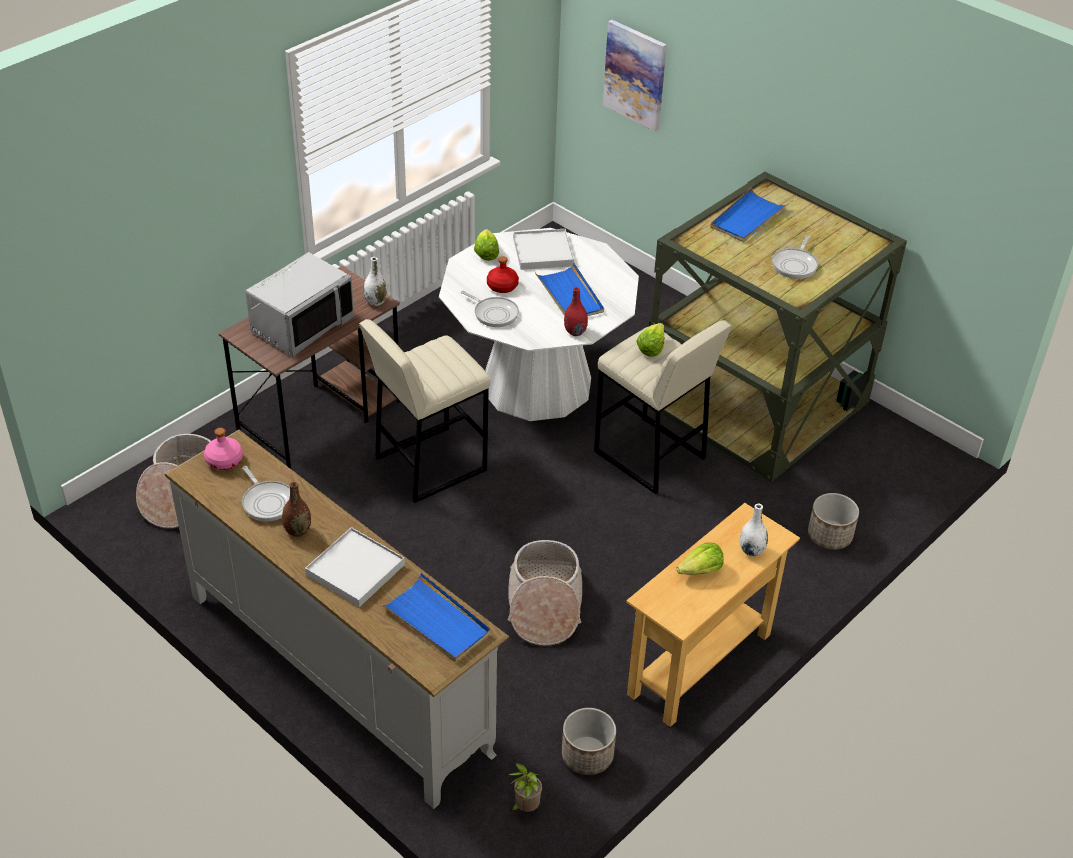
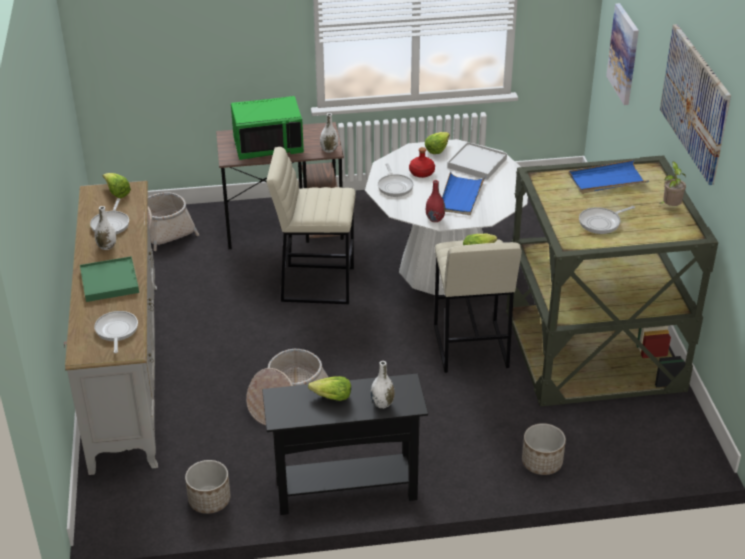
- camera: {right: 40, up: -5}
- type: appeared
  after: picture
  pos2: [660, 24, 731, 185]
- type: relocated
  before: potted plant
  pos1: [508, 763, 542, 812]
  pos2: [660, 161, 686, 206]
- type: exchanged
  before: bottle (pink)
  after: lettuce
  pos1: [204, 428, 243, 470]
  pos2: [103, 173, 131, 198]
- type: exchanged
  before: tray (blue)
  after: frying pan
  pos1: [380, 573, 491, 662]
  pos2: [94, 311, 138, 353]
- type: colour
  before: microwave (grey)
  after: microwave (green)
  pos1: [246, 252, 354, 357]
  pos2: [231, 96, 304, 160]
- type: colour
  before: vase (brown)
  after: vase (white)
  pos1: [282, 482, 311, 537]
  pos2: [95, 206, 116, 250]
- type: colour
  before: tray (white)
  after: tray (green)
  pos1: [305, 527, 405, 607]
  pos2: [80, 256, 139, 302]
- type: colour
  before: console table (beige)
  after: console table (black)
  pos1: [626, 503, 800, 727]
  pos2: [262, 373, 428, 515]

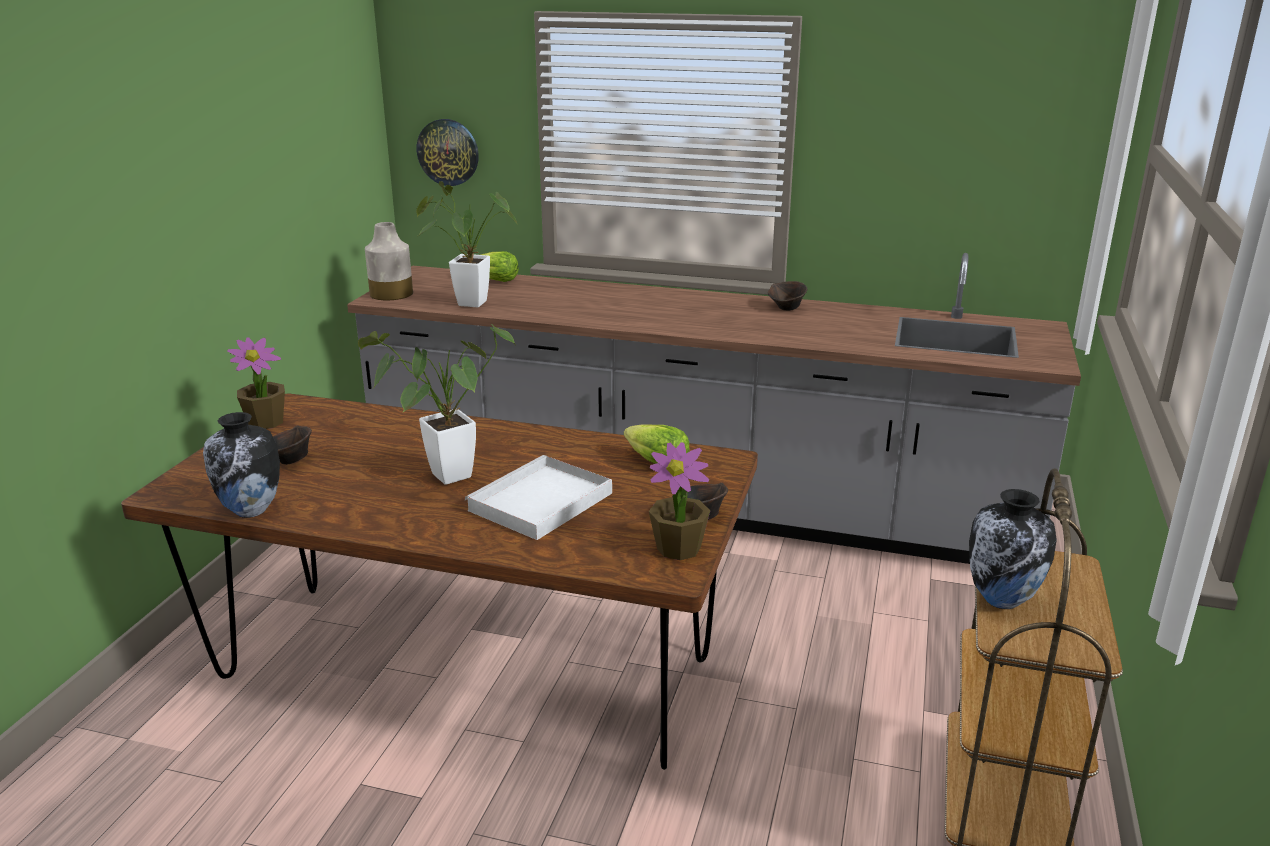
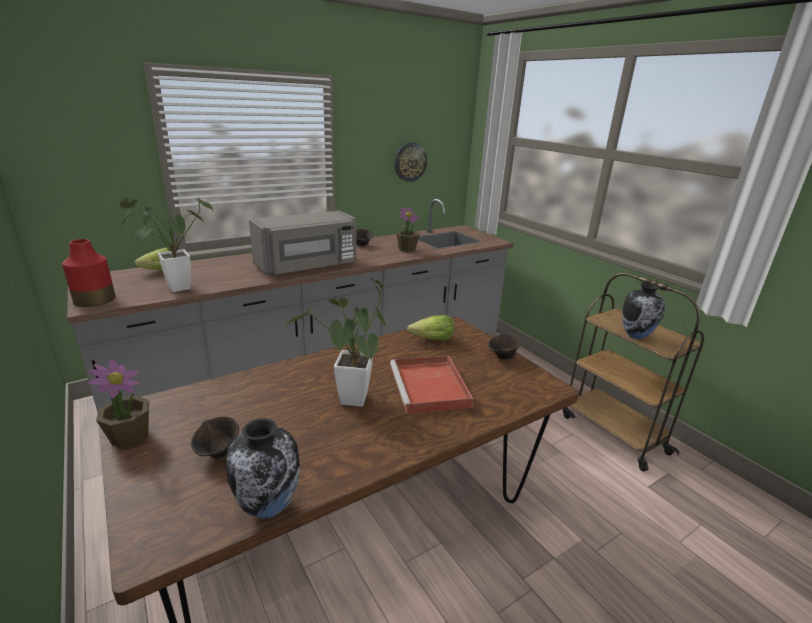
- camera: {right: -50, up: 0}
- type: appeared
  after: microwave (grey)
  pos2: [249, 210, 357, 275]
- type: relocated
  before: wall clock
  pos1: [417, 119, 479, 186]
  pos2: [394, 142, 427, 182]
- type: relocated
  before: potted plant
  pos1: [649, 442, 710, 560]
  pos2: [396, 207, 420, 252]
- type: colour
  before: vase (beige)
  after: vase (red)
  pos1: [365, 222, 413, 300]
  pos2: [62, 239, 116, 307]
- type: colour
  before: tray (white)
  after: tray (red)
  pos1: [465, 455, 612, 540]
  pos2: [390, 356, 474, 414]

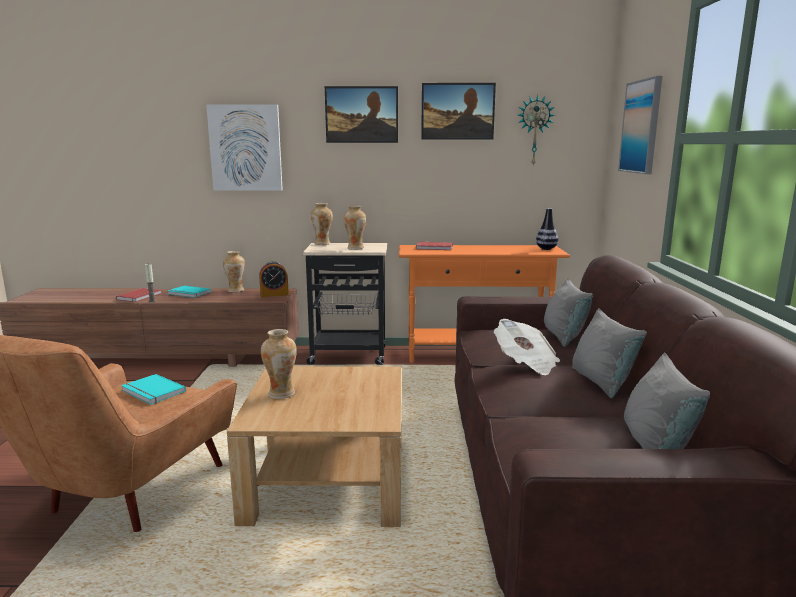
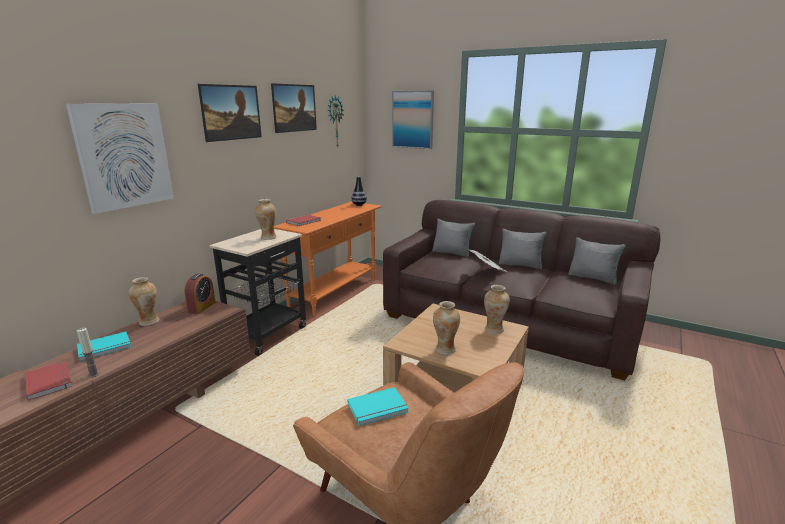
- camera: {right: -60, up: 5}
- type: relocated
  before: vase
  pos1: [311, 203, 333, 245]
  pos2: [484, 285, 510, 334]

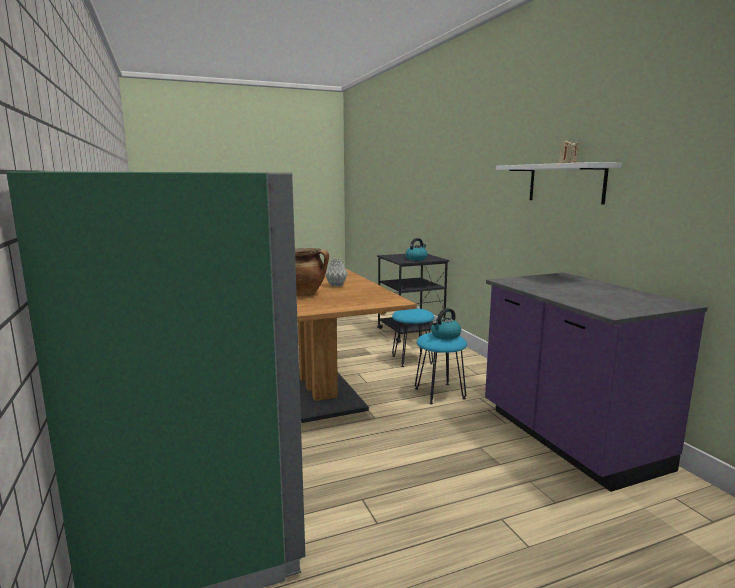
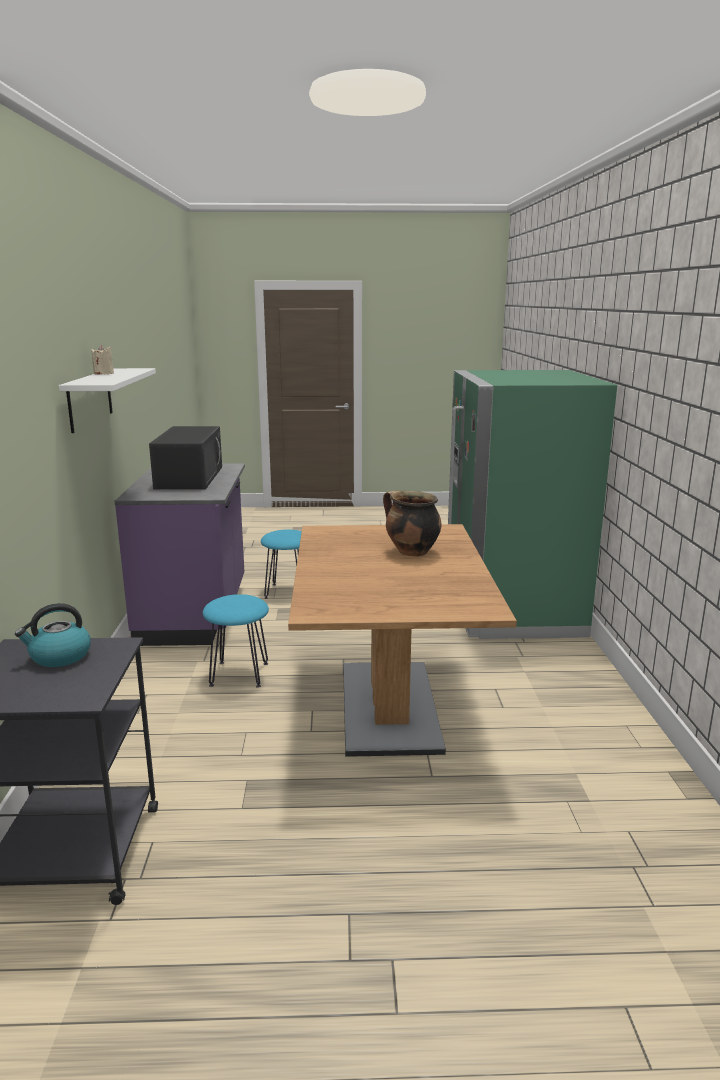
- camera: {right: -160, up: 5}
- type: missing
  before: vase (grey)
  pos1: [325, 259, 348, 287]
- type: missing
  before: kettle
  pos1: [431, 308, 461, 340]
- type: appeared
  after: microwave (black)
  pos2: [149, 426, 222, 490]
- type: relocated
  before: stool (turquoise)
  pos1: [392, 308, 434, 367]
  pos2: [261, 529, 302, 599]

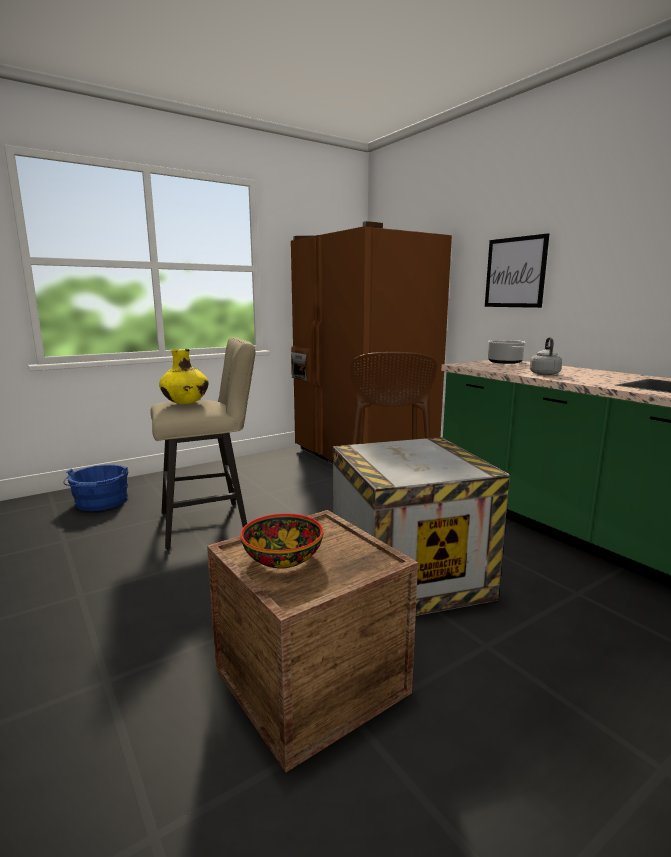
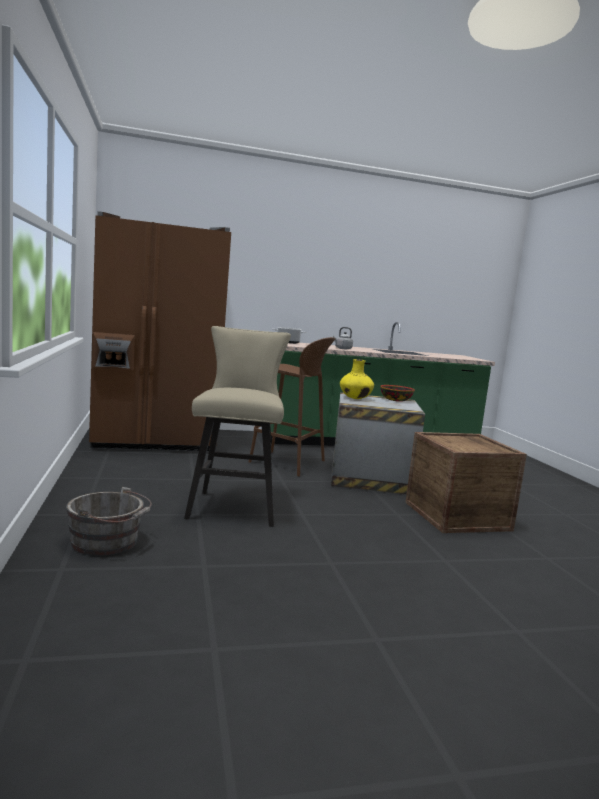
- camera: {right: -70, up: -5}
- type: missing
  before: picture
  pos1: [485, 233, 549, 308]
- type: relocated
  before: vase (yellow)
  pos1: [159, 348, 209, 404]
  pos2: [340, 359, 374, 399]
- type: relocated
  before: bowl
  pos1: [240, 513, 324, 569]
  pos2: [380, 385, 415, 402]
- type: colour
  before: bucket (blue)
  after: bucket (grey)
  pos1: [63, 465, 128, 511]
  pos2: [66, 487, 152, 556]

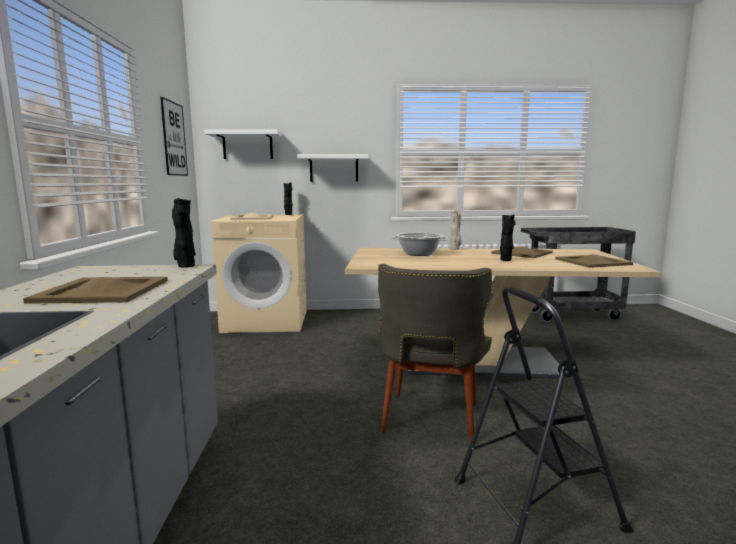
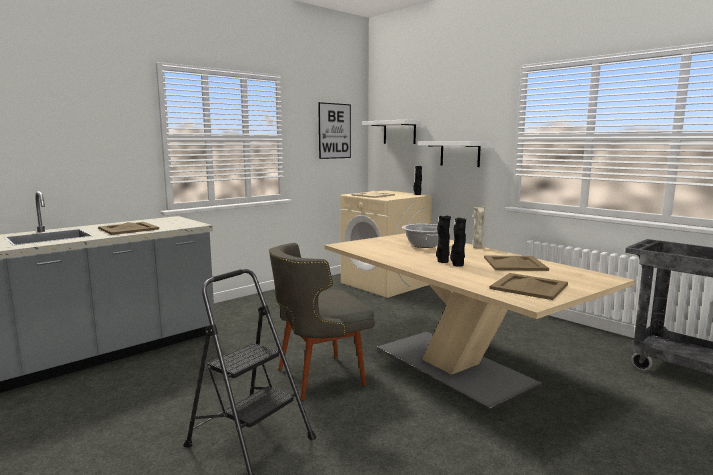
- camera: {right: 50, up: 0}
- type: relocated
  before: vase (black)
  pos1: [172, 198, 196, 268]
  pos2: [436, 216, 451, 263]

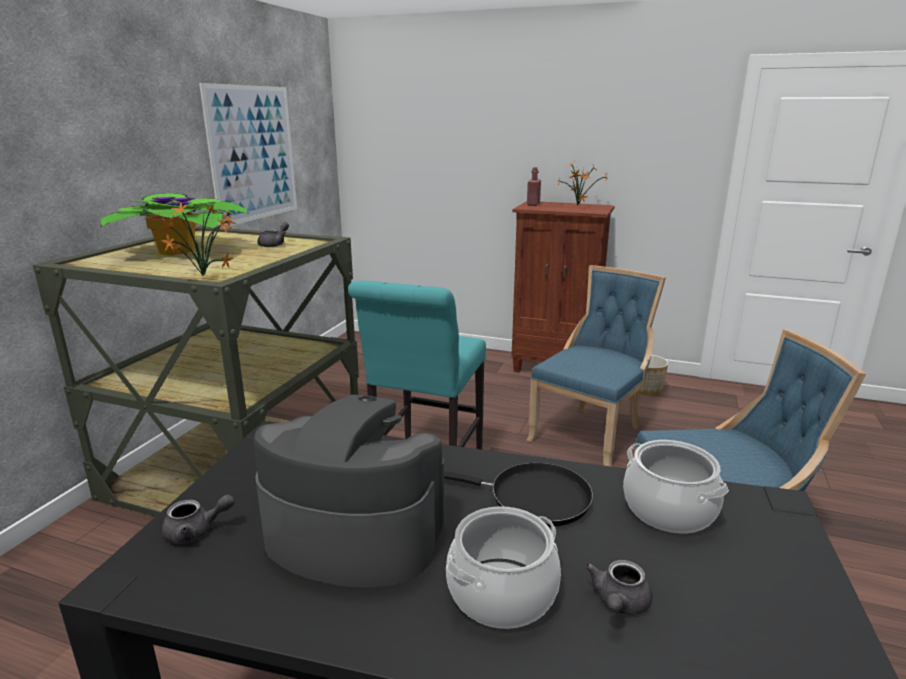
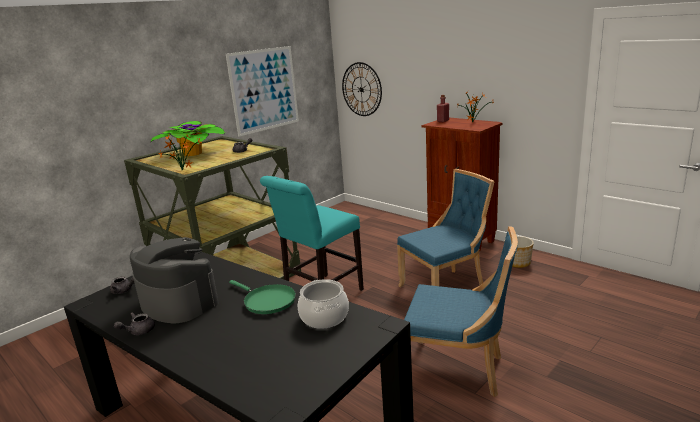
- camera: {right: 25, up: 0}
- type: missing
  before: cooking pot
  pos1: [446, 506, 561, 629]
- type: appeared
  after: wall clock
  pos2: [342, 62, 382, 116]
- type: relocated
  before: teapot (grey)
  pos1: [586, 560, 652, 615]
  pos2: [114, 312, 155, 335]
- type: colour
  before: frying pan (black)
  after: frying pan (green)
  pos1: [444, 463, 593, 527]
  pos2: [229, 280, 296, 314]

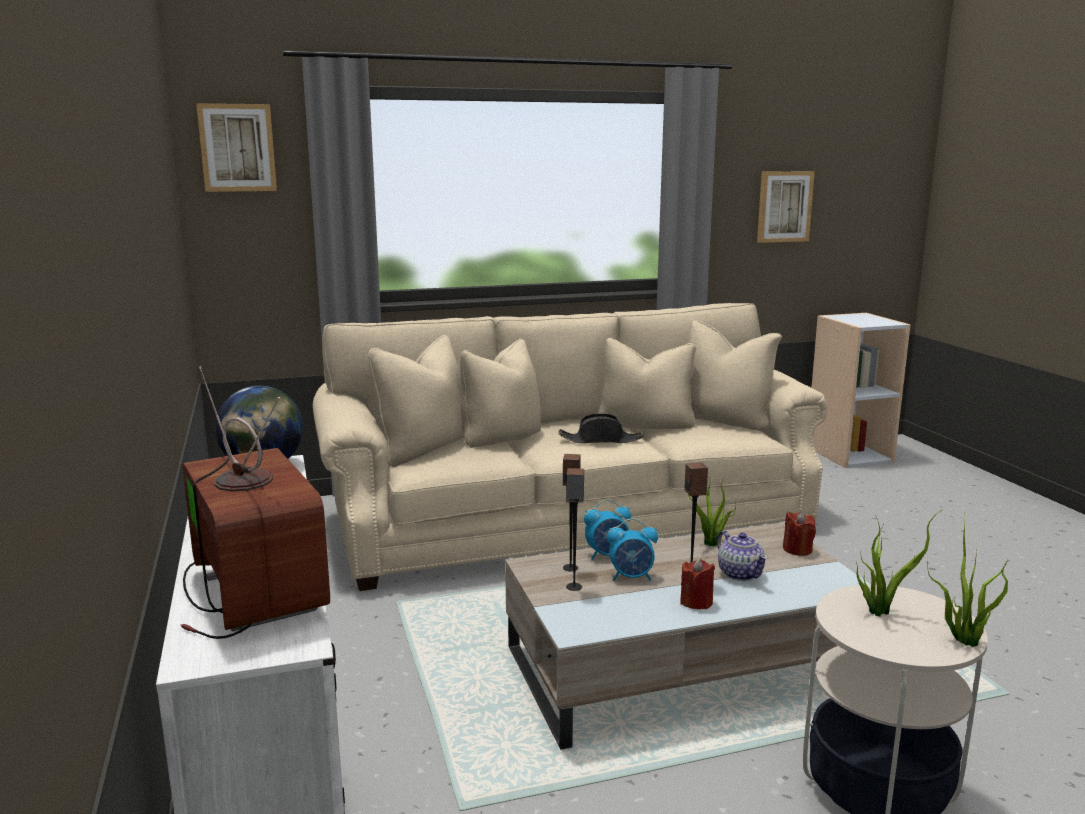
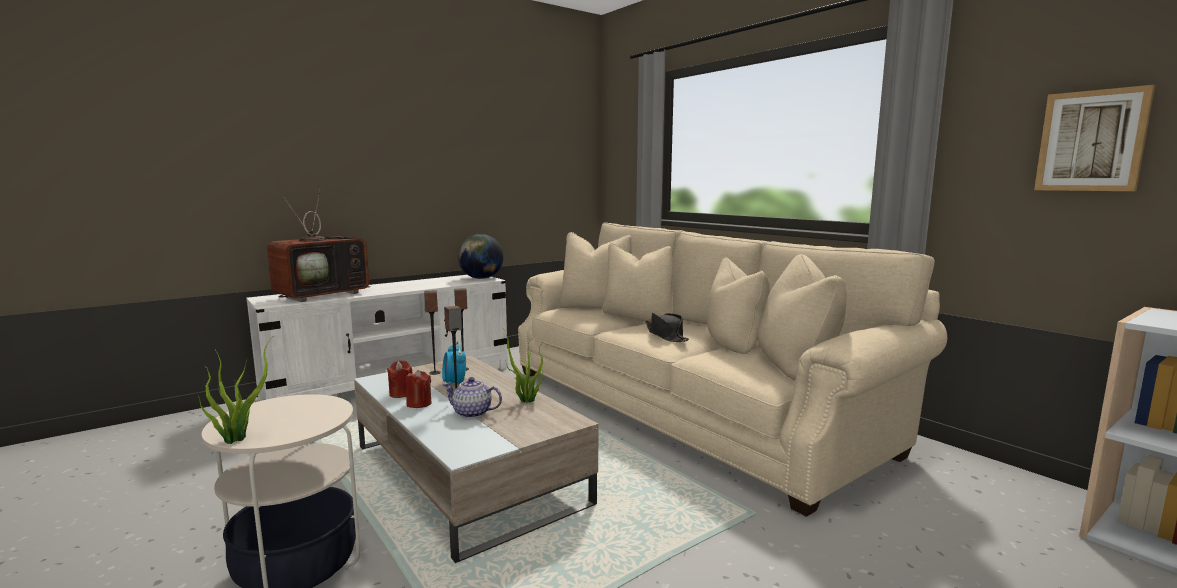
- camera: {right: 70, up: -5}
- type: missing
  before: picture
  pos1: [196, 103, 277, 192]
- type: missing
  before: alarm clock
  pos1: [584, 500, 631, 560]
- type: missing
  before: potted plant
  pos1: [856, 509, 943, 617]
- type: relocated
  before: candle (red)
  pos1: [783, 511, 816, 556]
  pos2: [387, 361, 413, 398]
- type: spun
  before: teapot
  pos1: [717, 531, 768, 581]
  pos2: [442, 377, 502, 418]
  turn: 60

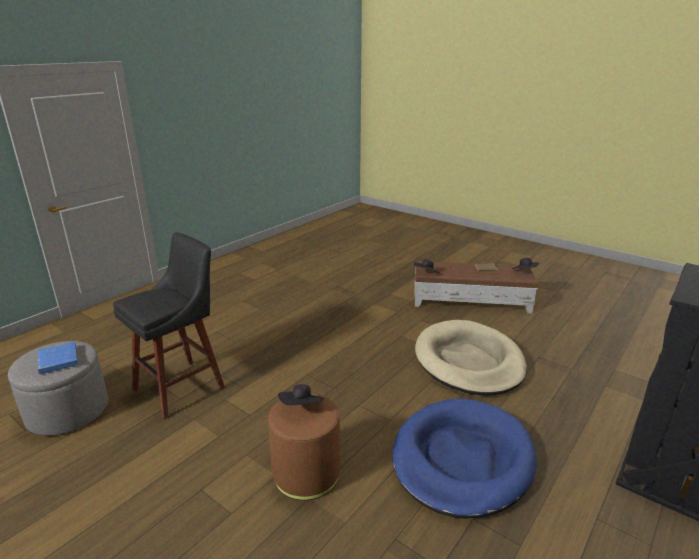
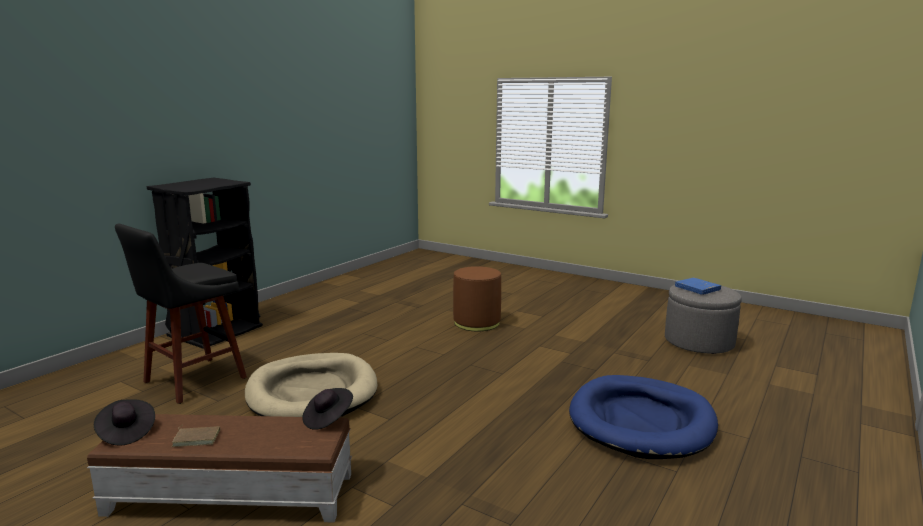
- camera: {right: 175, up: -10}
- type: missing
  before: hat (black)
  pos1: [278, 384, 324, 405]
- type: relocated
  before: stool (black)
  pos1: [113, 232, 225, 419]
  pos2: [115, 224, 247, 404]
- type: relocated
  before: dog bed (blue)
  pos1: [393, 399, 537, 519]
  pos2: [569, 375, 718, 459]

